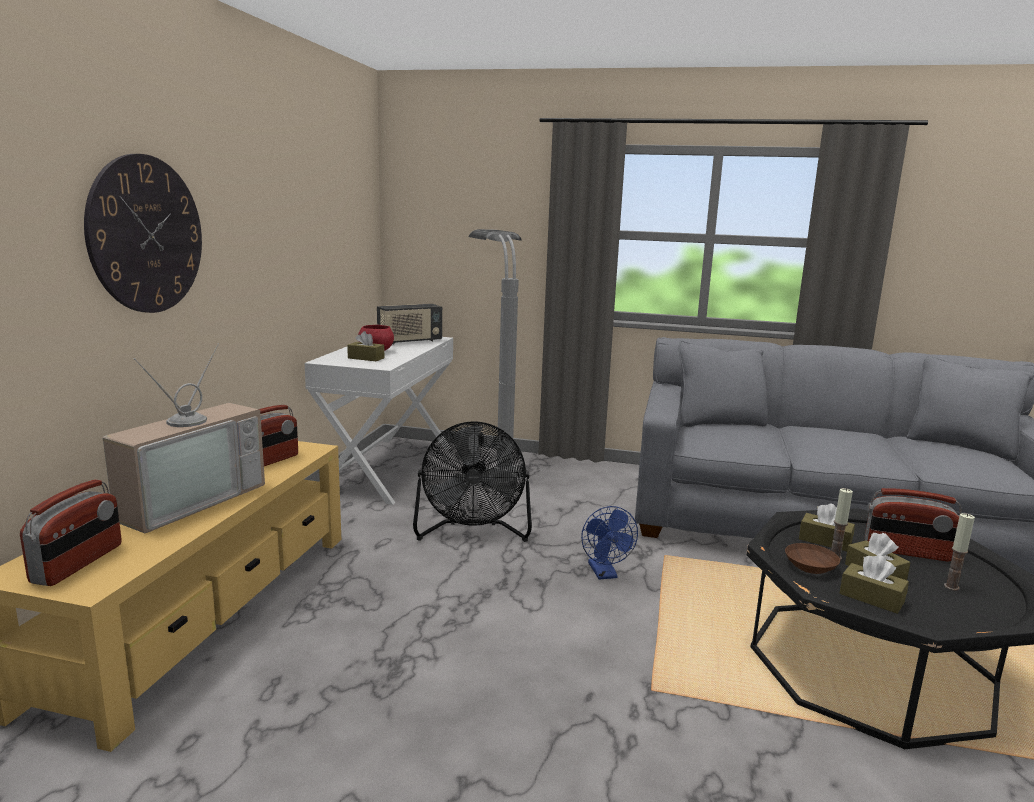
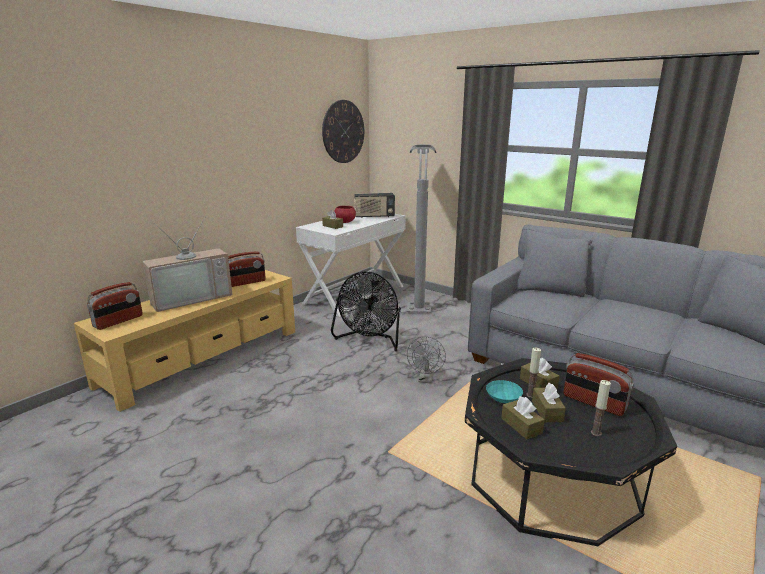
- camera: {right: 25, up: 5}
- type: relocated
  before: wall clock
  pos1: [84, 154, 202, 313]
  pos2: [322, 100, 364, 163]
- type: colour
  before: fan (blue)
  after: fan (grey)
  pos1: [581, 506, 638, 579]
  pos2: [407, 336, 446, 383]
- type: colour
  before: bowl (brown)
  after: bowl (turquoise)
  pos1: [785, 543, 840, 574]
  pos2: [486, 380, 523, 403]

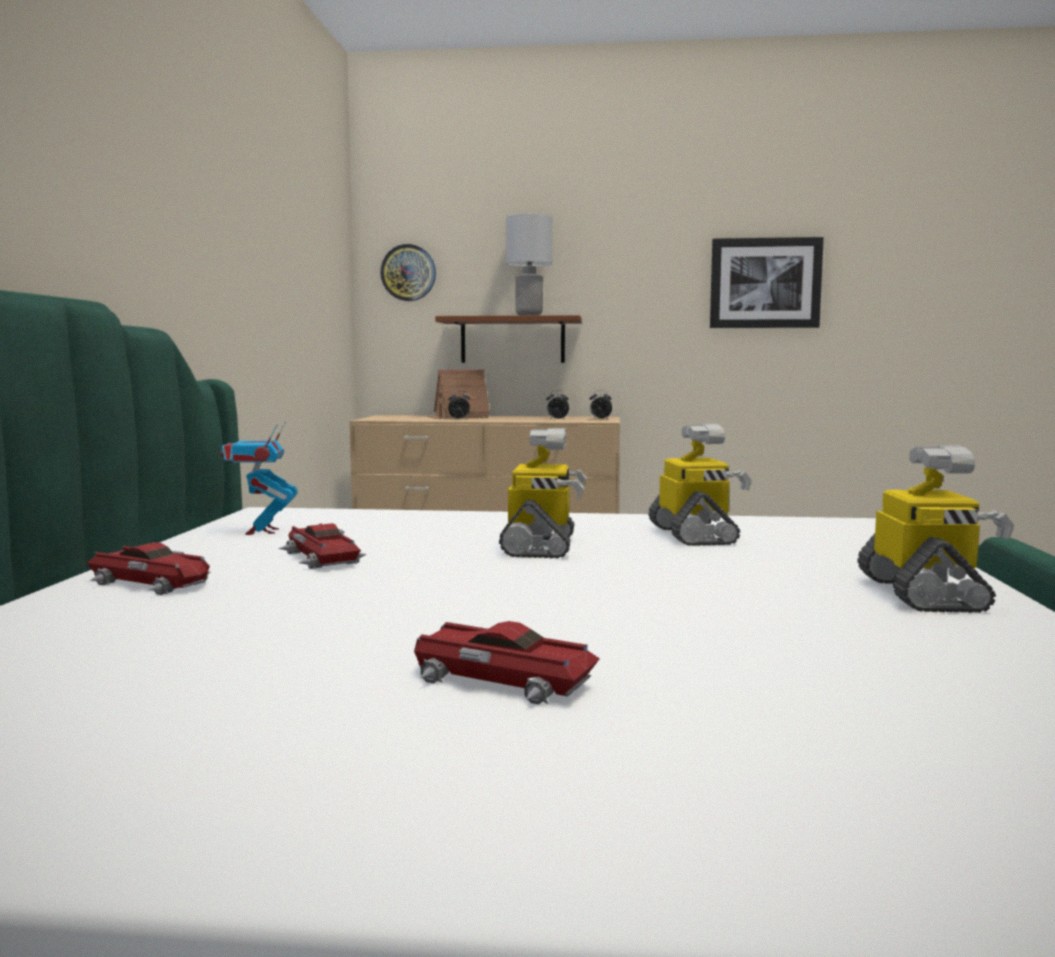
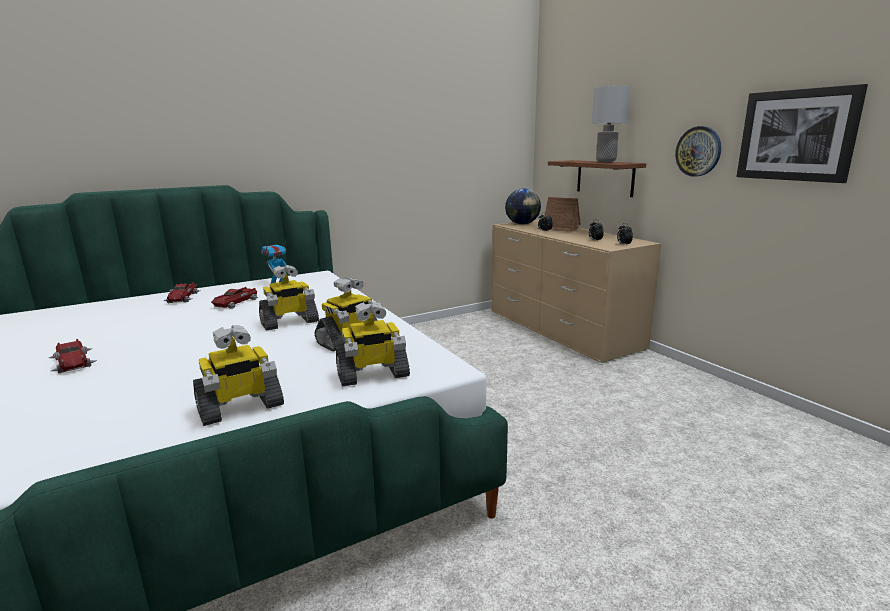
- camera: {right: 55, up: 10}
- type: appeared
  after: toy robot
  pos2: [336, 301, 410, 387]
- type: appeared
  after: globe
  pos2: [505, 189, 541, 225]
- type: relocated
  before: wall clock
  pos1: [380, 244, 436, 301]
  pos2: [675, 126, 721, 177]
- type: spun
  before: toy car
  pos1: [414, 621, 600, 705]
  pos2: [49, 339, 97, 373]
  turn: 150

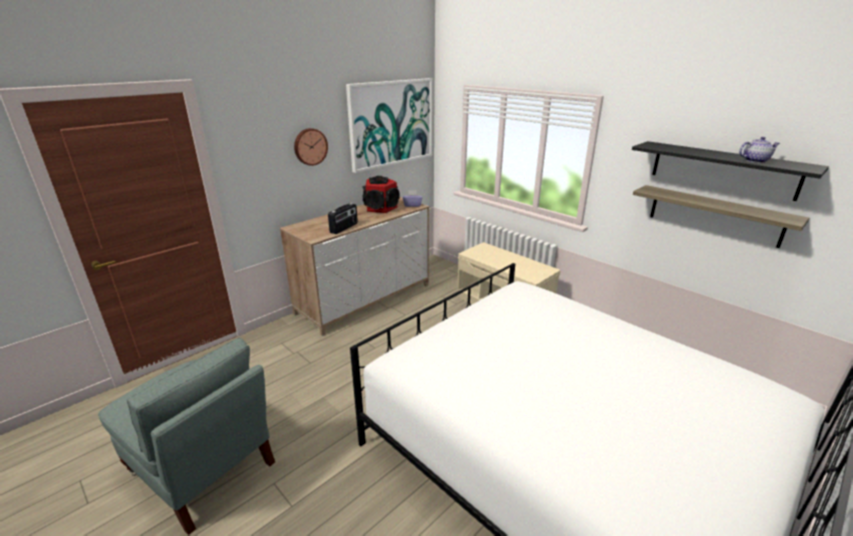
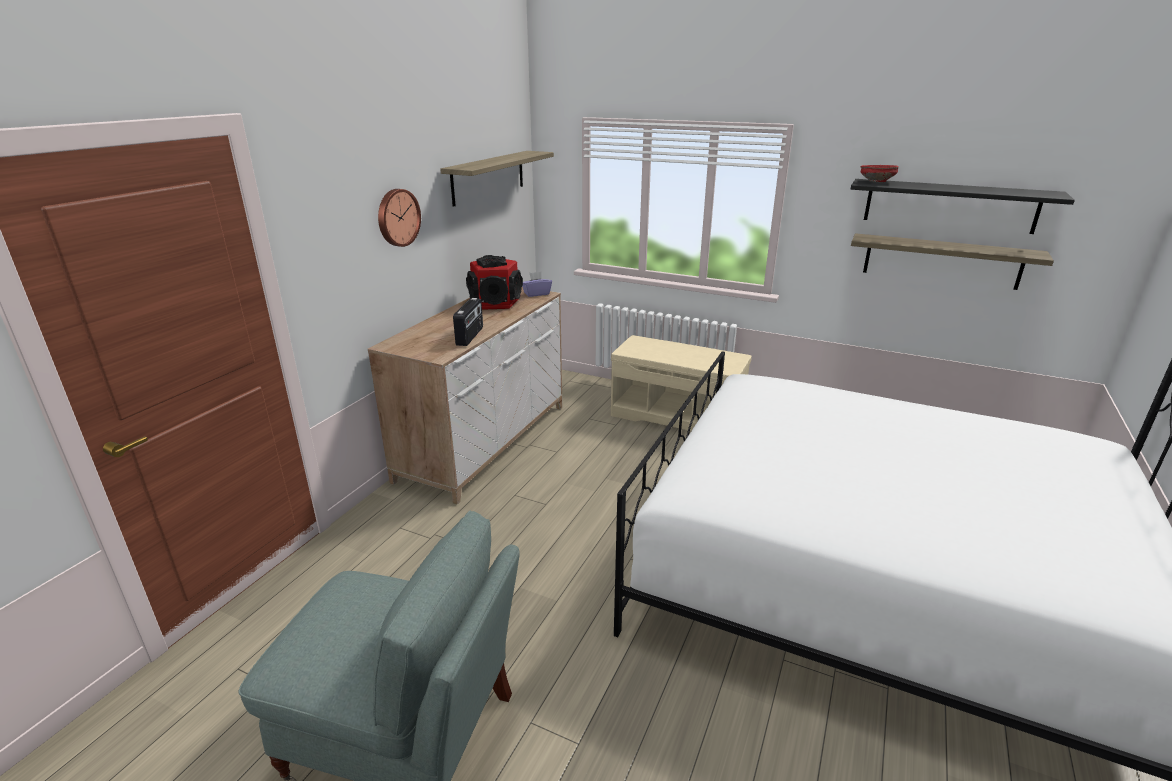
- camera: {right: -20, up: 0}
- type: missing
  before: teapot
  pos1: [739, 137, 780, 163]
- type: appeared
  after: bowl (red)
  pos2: [861, 165, 899, 182]
- type: exchanged
  before: picture
  after: shelf
  pos1: [346, 78, 433, 173]
  pos2: [440, 151, 554, 207]

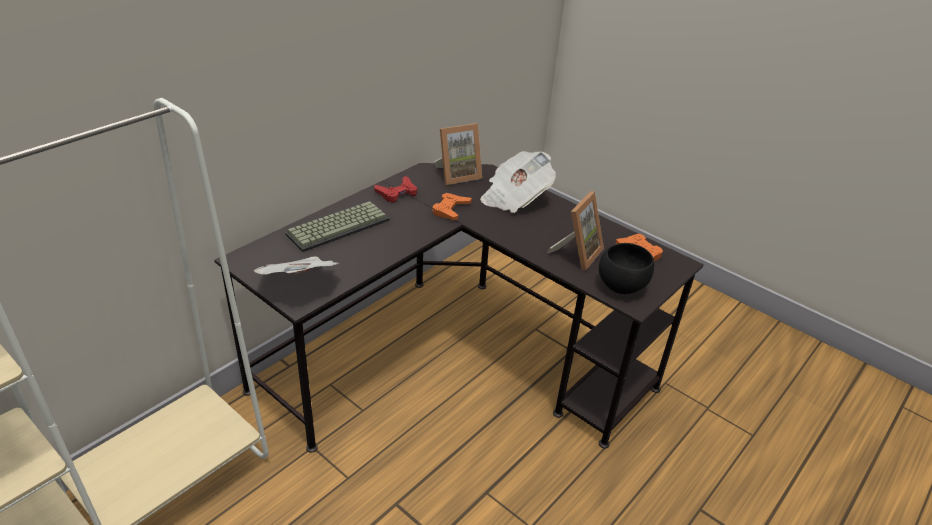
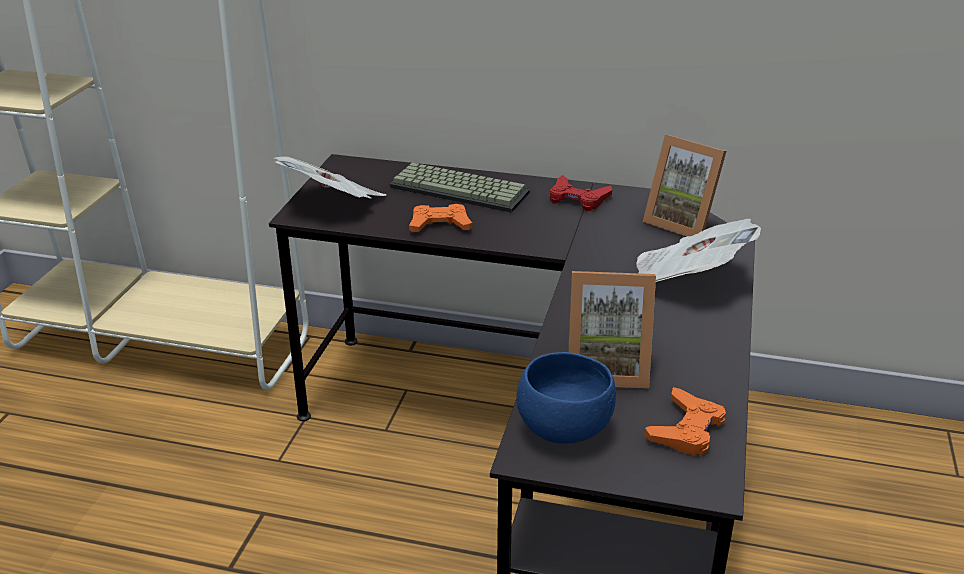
- camera: {right: 65, up: -5}
- type: relocated
  before: game controller (orange)
  pos1: [433, 193, 472, 220]
  pos2: [409, 204, 472, 232]
- type: colour
  before: bowl (black)
  after: bowl (blue)
  pos1: [599, 243, 654, 294]
  pos2: [516, 352, 616, 443]

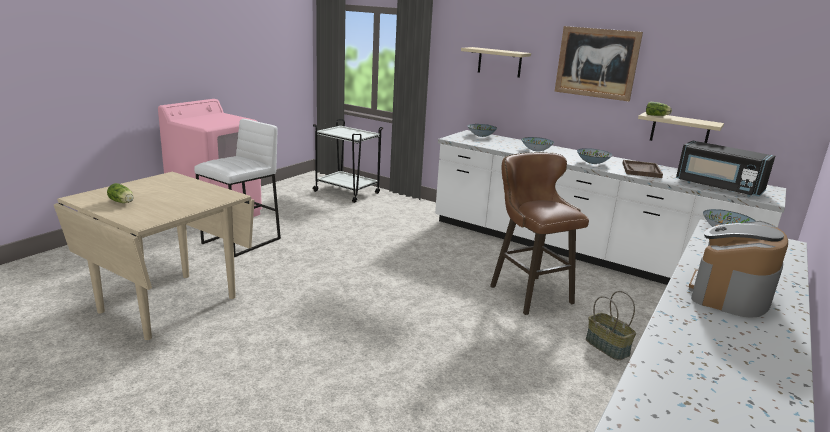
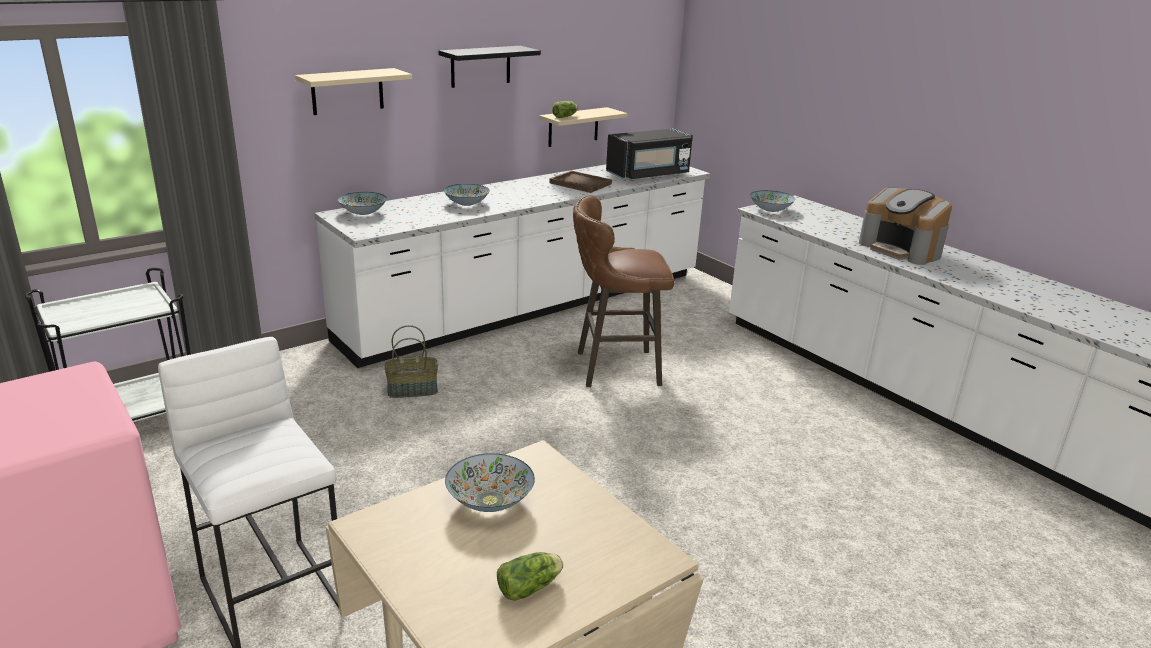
- camera: {right: -70, up: 5}
- type: relocated
  before: bowl
  pos1: [577, 148, 612, 164]
  pos2: [445, 453, 535, 512]
- type: relocated
  before: basket
  pos1: [586, 291, 636, 360]
  pos2: [385, 325, 438, 398]
- type: exchanged
  before: picture
  after: shelf (black)
  pos1: [555, 26, 643, 101]
  pos2: [438, 46, 541, 88]

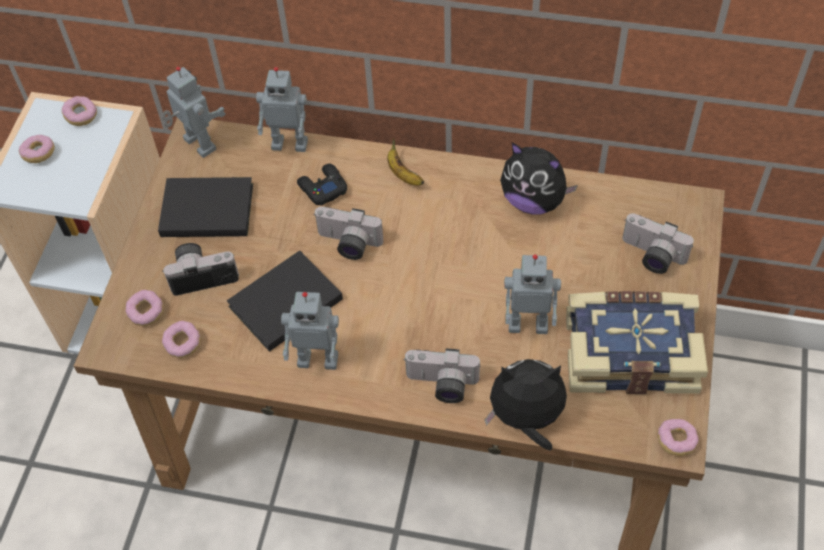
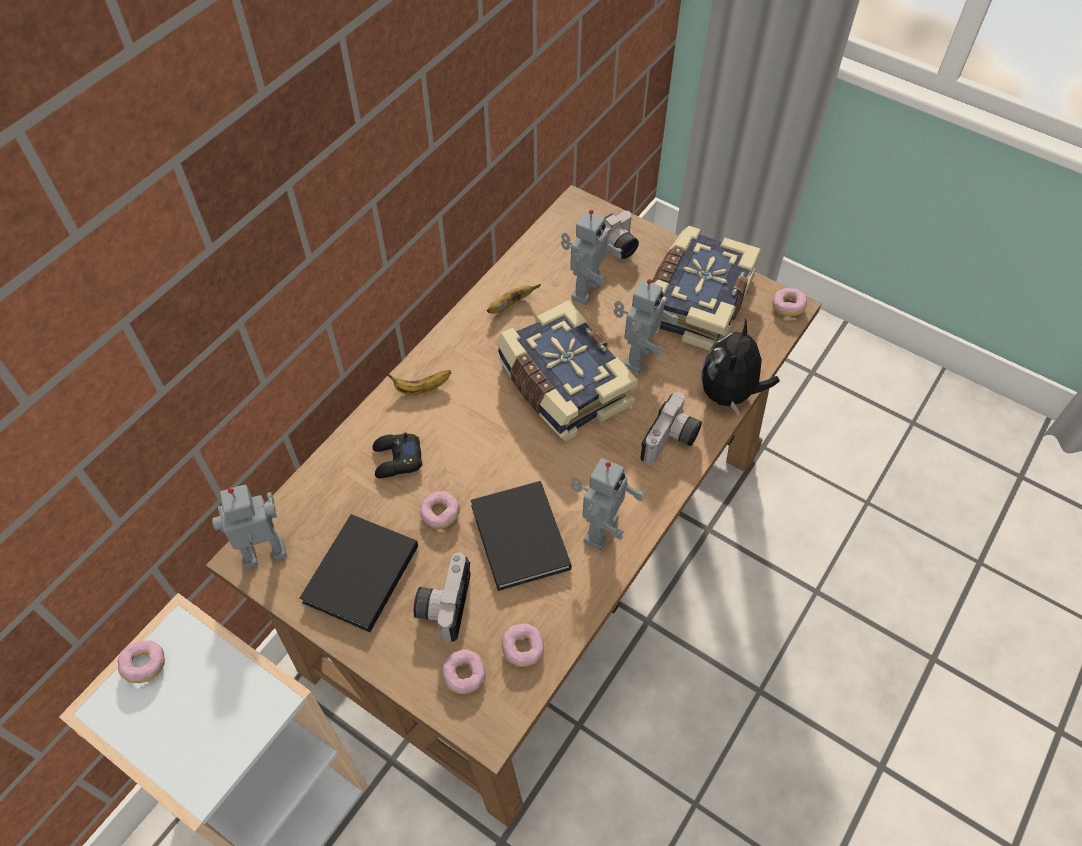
- camera: {right: -70, up: 0}
- type: missing
  before: photo camera
  pos1: [313, 207, 383, 260]
- type: appeared
  after: book
  pos2: [496, 300, 638, 441]
- type: relocated
  before: donut
  pos1: [19, 135, 55, 163]
  pos2: [420, 491, 460, 529]
- type: relocated
  before: toy robot
  pos1: [256, 67, 308, 152]
  pos2: [561, 210, 622, 305]
- type: exchanged
  before: plush toy
  after: banana
  pos1: [500, 142, 578, 215]
  pos2: [487, 284, 541, 314]

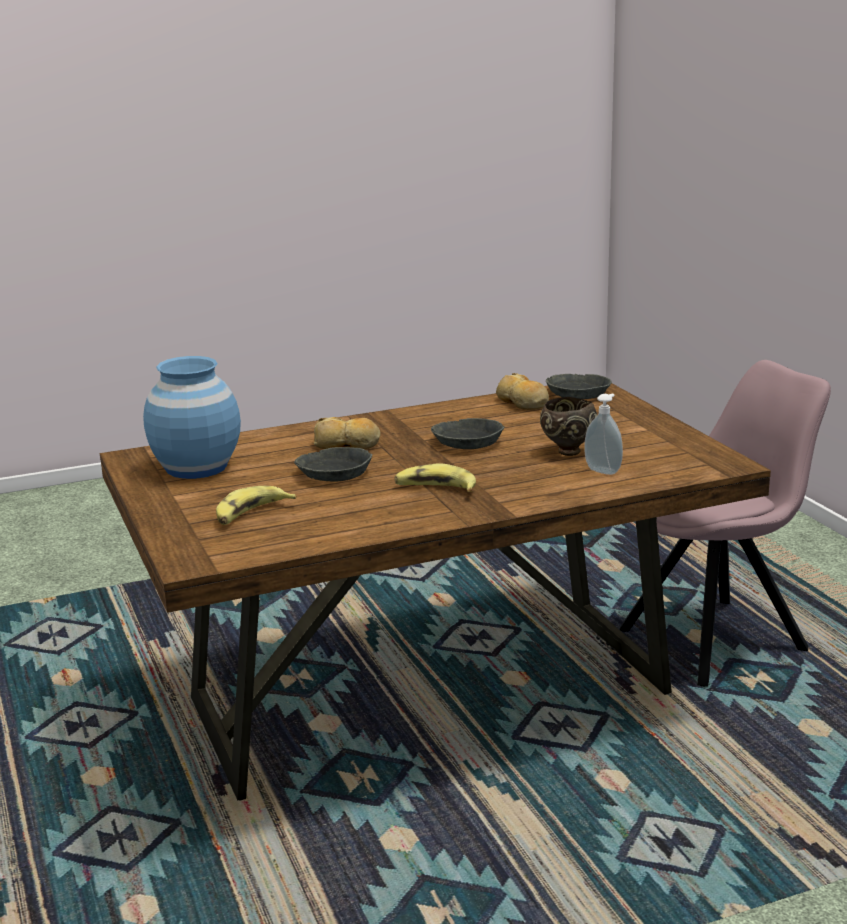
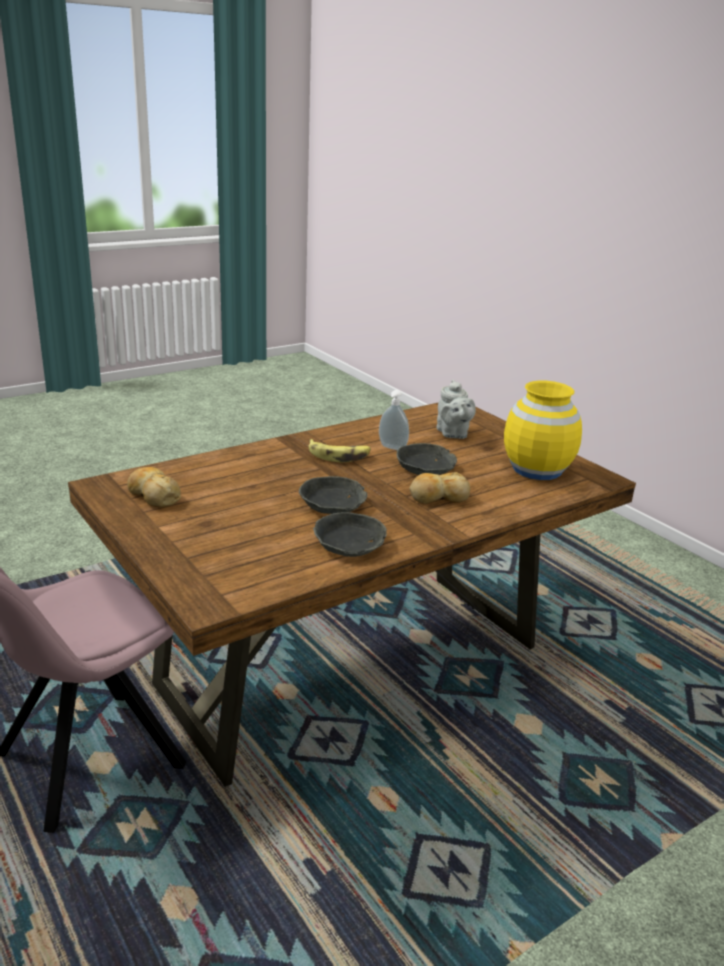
- camera: {right: 165, up: 5}
- type: missing
  before: bowl (brown)
  pos1: [540, 397, 598, 456]
- type: relocated
  before: bread
  pos1: [496, 373, 549, 410]
  pos2: [127, 467, 181, 508]
- type: relocated
  before: bowl (grey)
  pos1: [546, 374, 612, 399]
  pos2: [313, 512, 387, 557]
- type: relocated
  before: soap dispenser
  pos1: [584, 394, 623, 475]
  pos2: [379, 390, 409, 450]
- type: exchanged
  before: banana
  after: teapot (grey)
  pos1: [216, 486, 297, 525]
  pos2: [436, 380, 476, 439]
- type: colour
  before: vase (blue)
  after: vase (yellow)
  pos1: [143, 356, 241, 479]
  pos2: [504, 381, 582, 480]

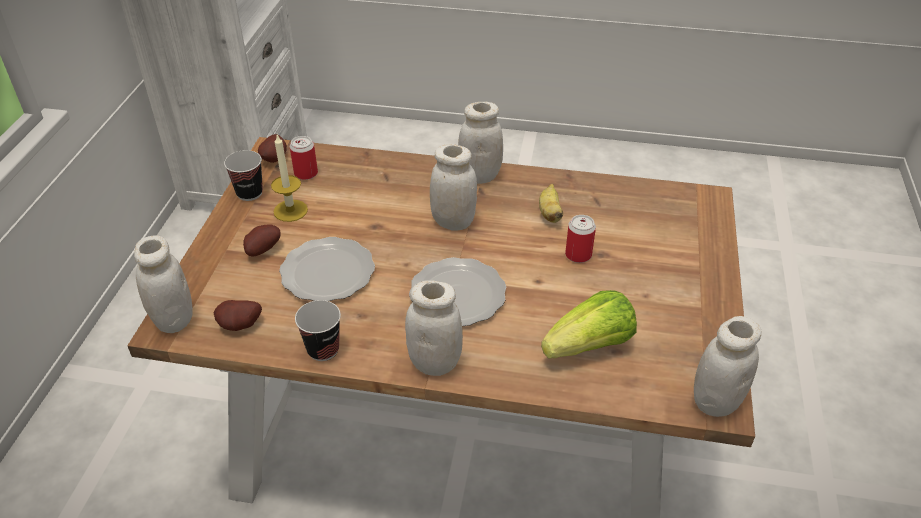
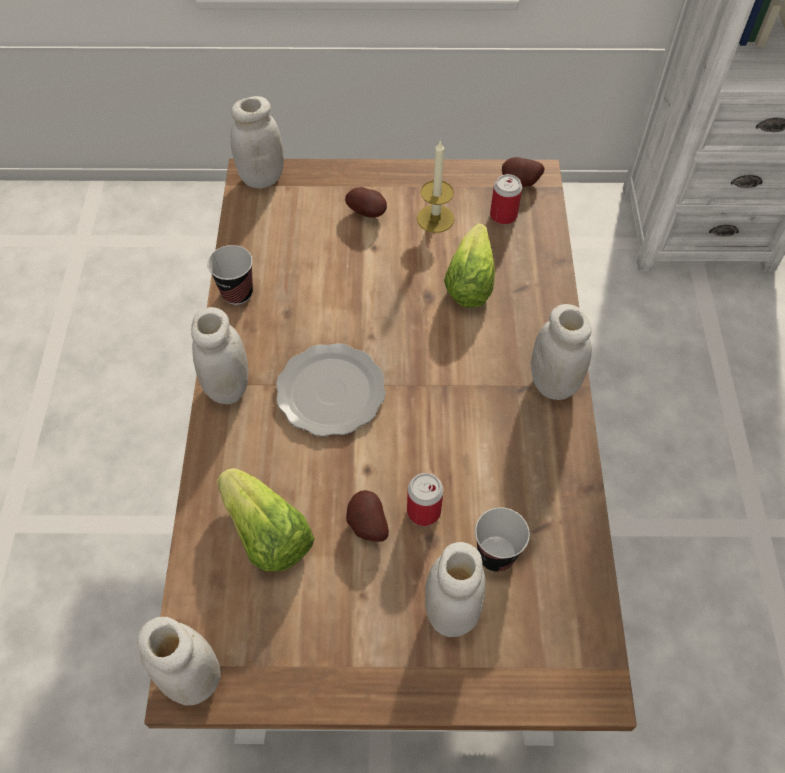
- camera: {right: 80, up: 15}
- type: missing
  before: plate
  pos1: [279, 237, 375, 301]
- type: missing
  before: banana
  pos1: [539, 184, 563, 223]
- type: appeared
  after: lettuce
  pos2: [444, 223, 495, 308]
- type: relocated
  before: potato
  pos1: [214, 300, 262, 331]
  pos2: [346, 490, 389, 542]
- type: relocated
  before: cup
  pos1: [224, 150, 263, 201]
  pos2: [475, 507, 530, 572]
- type: relocated
  before: jar (white)
  pos1: [430, 144, 477, 231]
  pos2: [425, 542, 485, 637]

